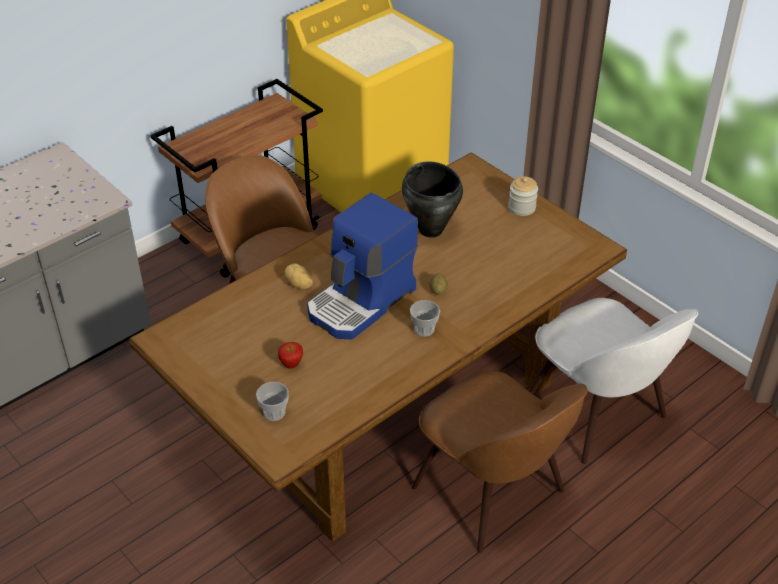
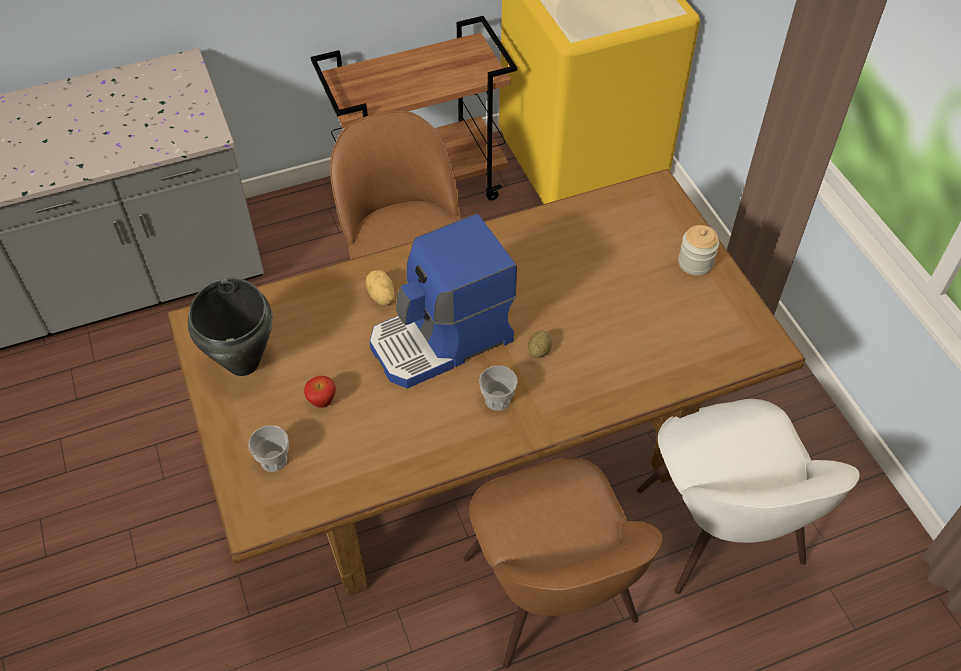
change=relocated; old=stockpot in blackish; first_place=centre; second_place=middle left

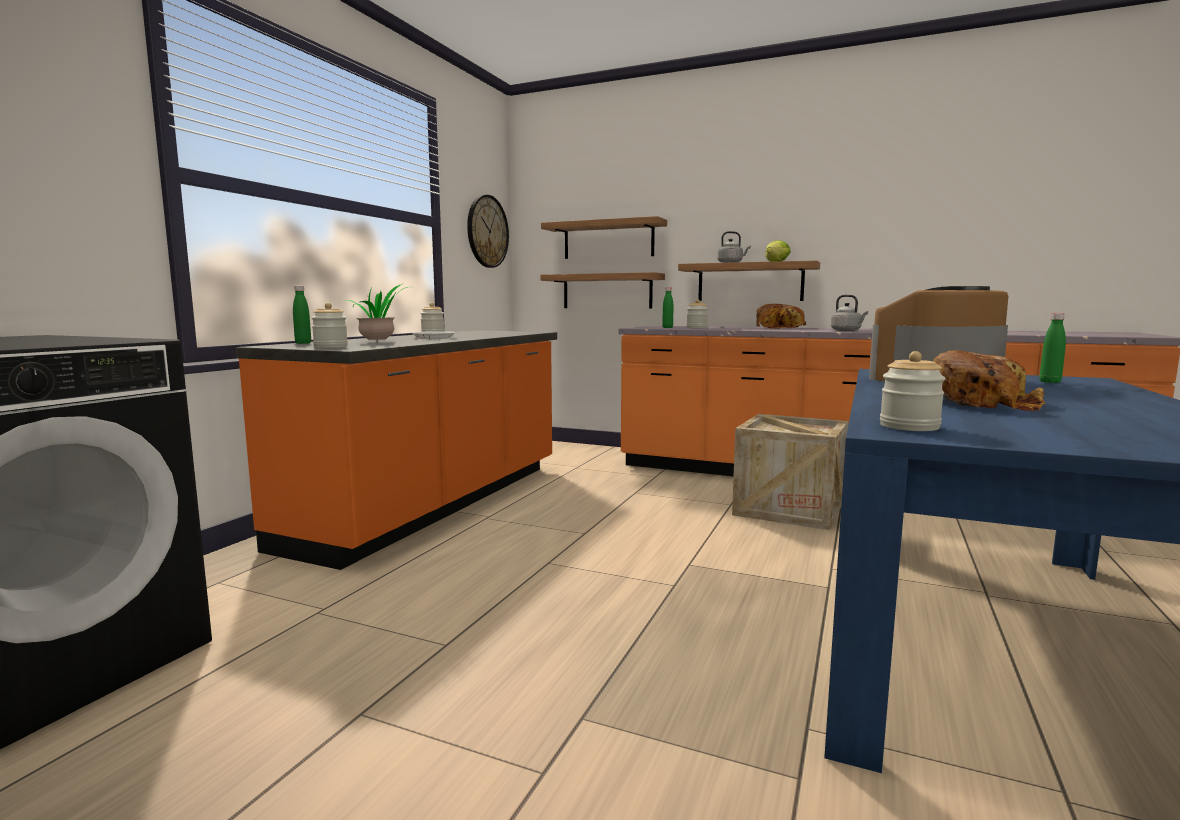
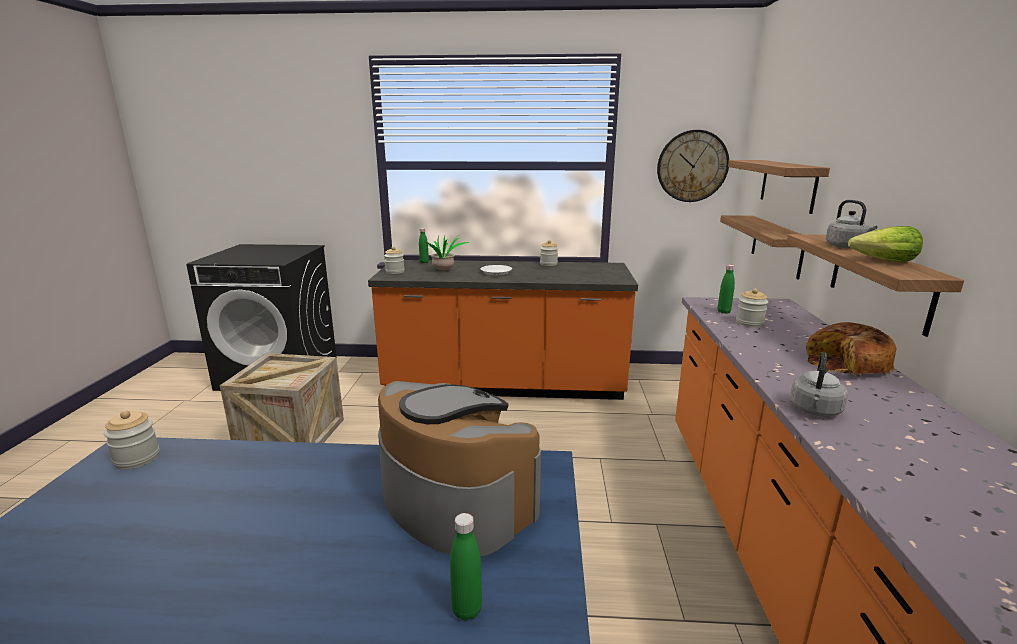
change=relocated; old=shipping crate; first_place=middle right; second_place=middle left
change=missing; old=baked bread (no. 2 from left); first_place=middle right

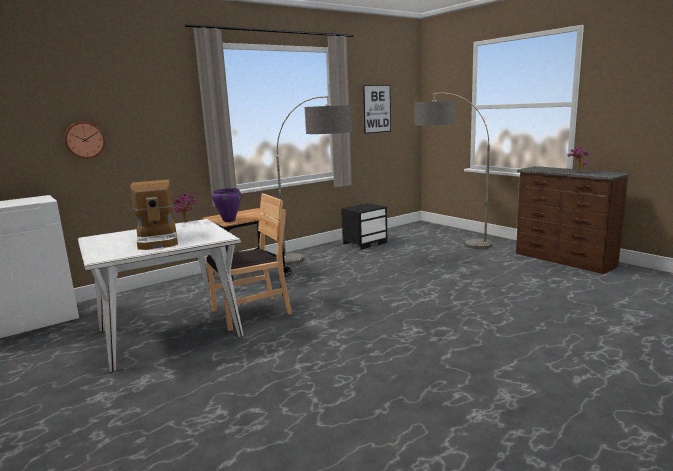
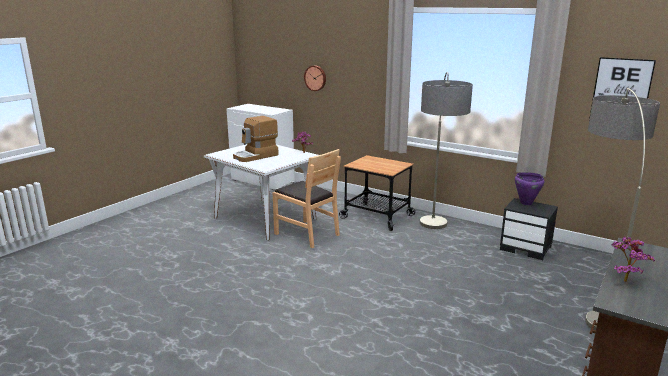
change=relocated; old=stockpot in purple; first_place=centre; second_place=middle right

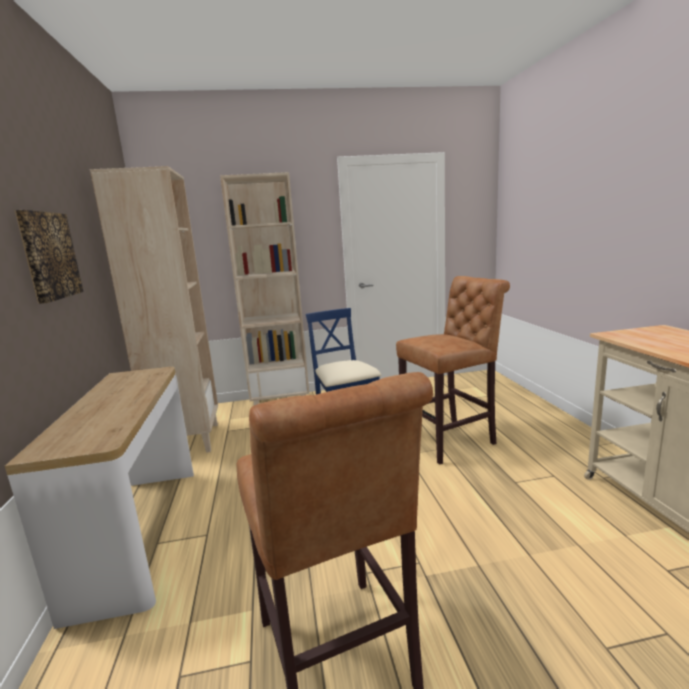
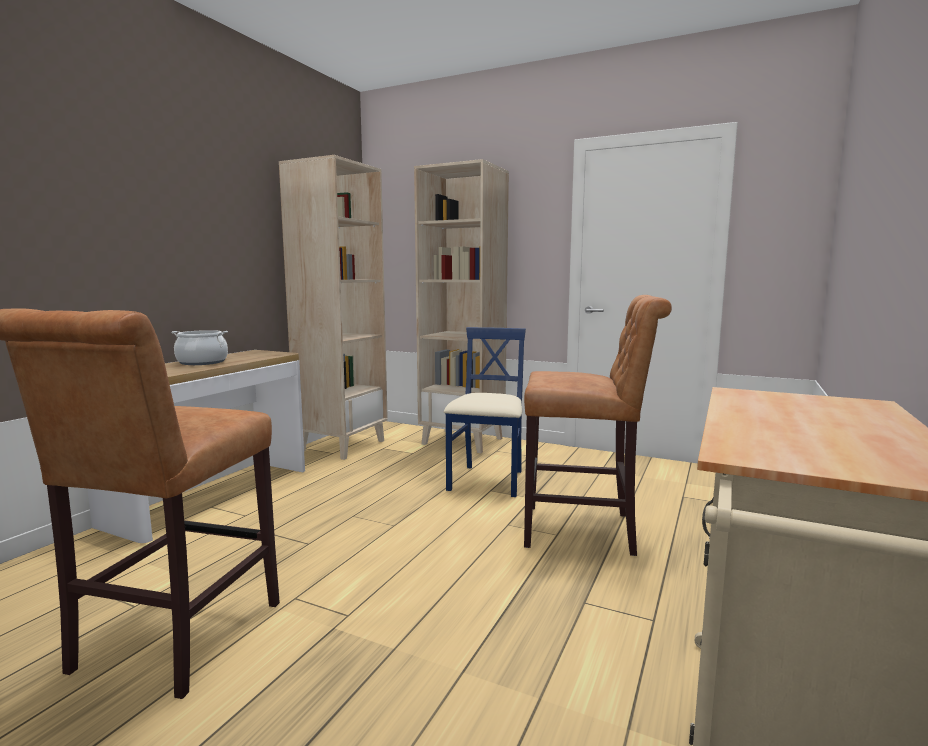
change=missing; old=picture; first_place=middle left
change=appeared; new=stockpot; second_place=middle left

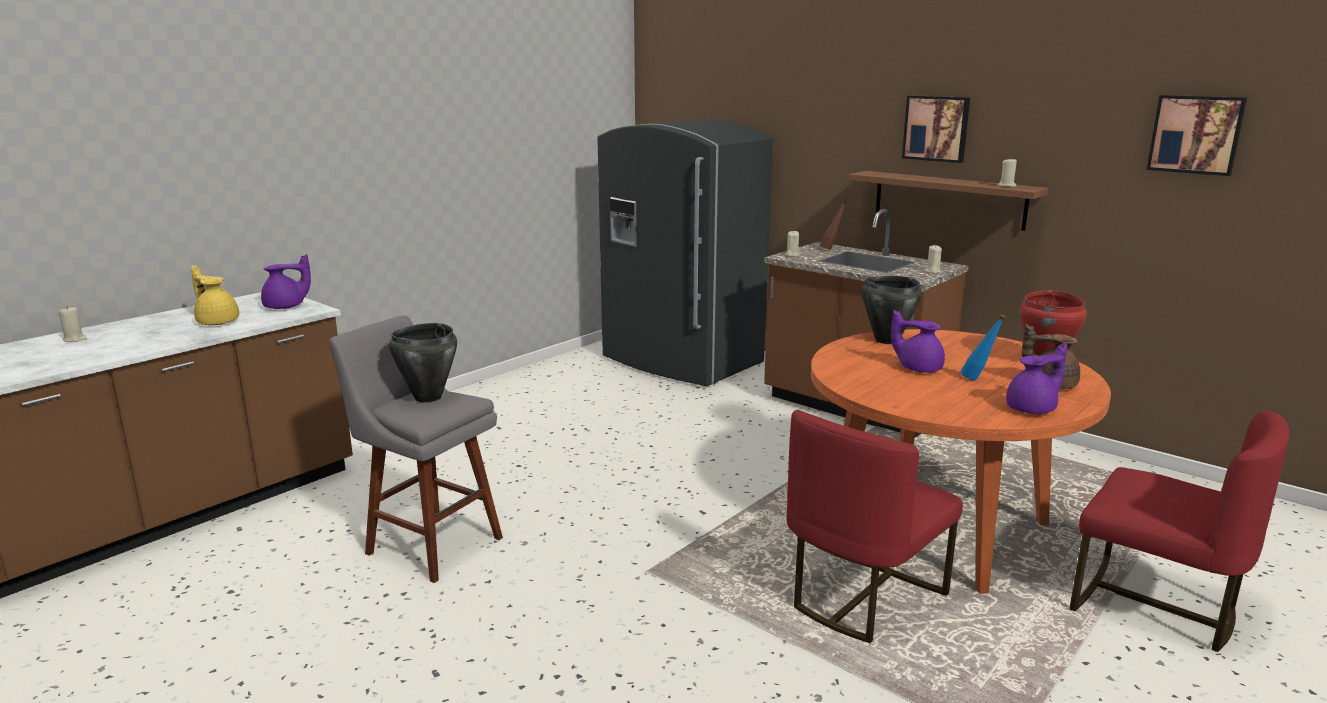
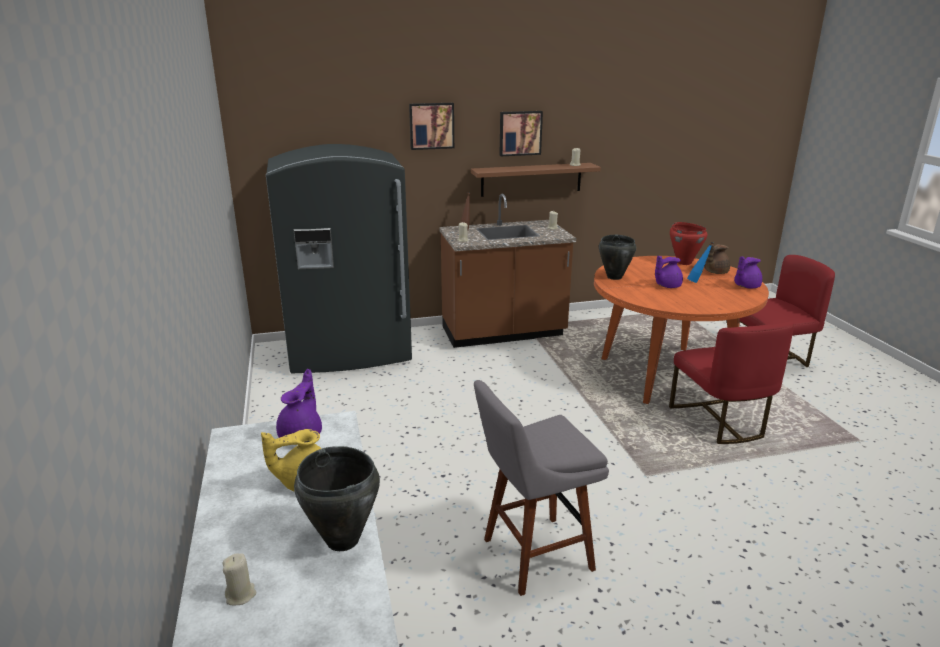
change=relocated; old=stockpot in blackish (no. 1 from left); first_place=middle left; second_place=bottom centre
change=spun; old=pot for tea in purple (no. 3 from left); first_place=middle right; second_place=middle right; degrees=-135
change=relocated; old=picture (no. 2 from left in the first image); new=picture (no. 1 from left); first_place=top right; second_place=top centre

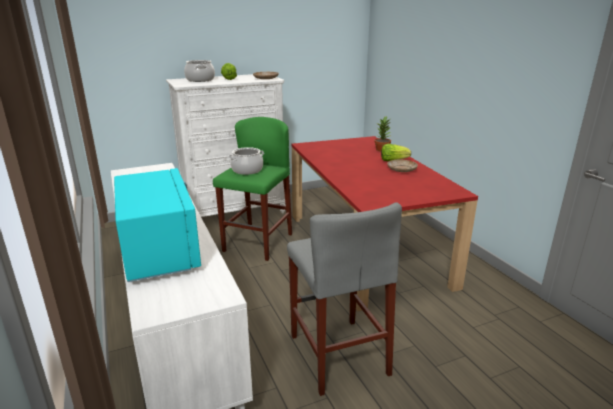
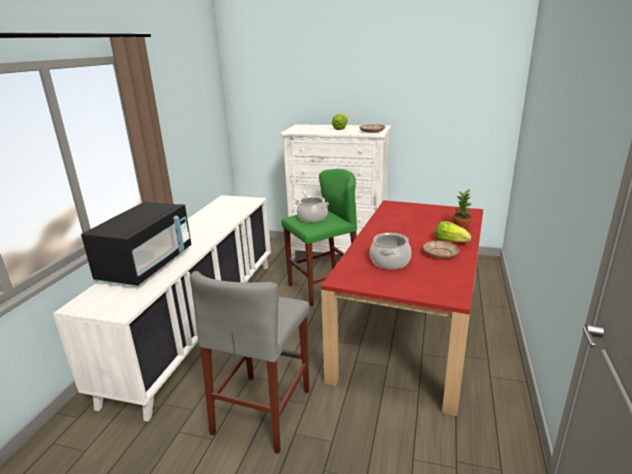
change=colour; old=microwave in blue-green; new=microwave in blackish; first_place=middle left; second_place=middle left
change=relocated; old=stockpot (no. 1 from left in the first image); new=stockpot (no. 2 from left); first_place=top left; second_place=centre

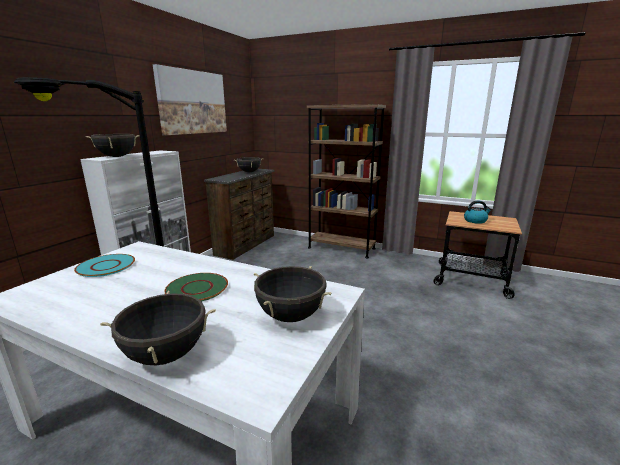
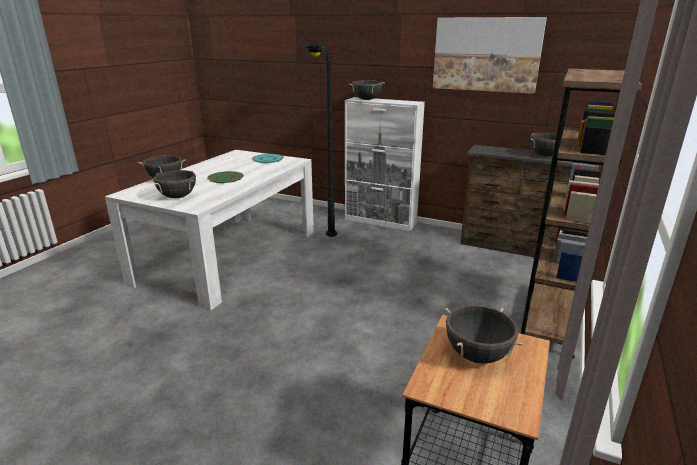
change=exchanged; old=kettle; new=stockpot in blackish (no. 4 from left); first_place=middle right; second_place=bottom right

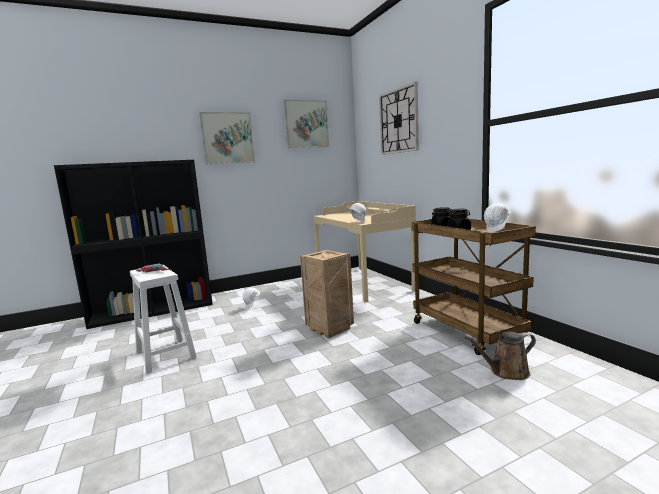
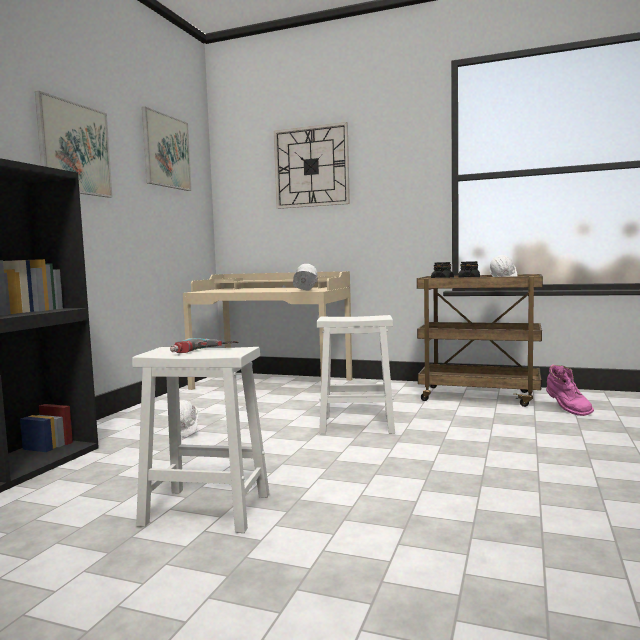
change=exchanged; old=shipping crate; new=sitting stool in whitish (no. 2 from left); first_place=centre; second_place=centre
change=exchanged; old=watering can in brownish; new=high-top boot in pink; first_place=bottom right; second_place=middle right

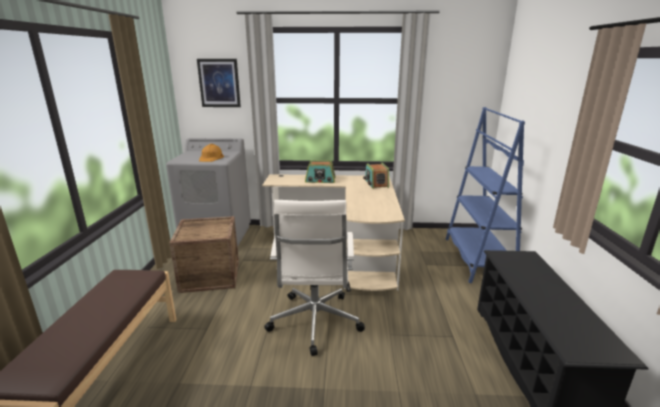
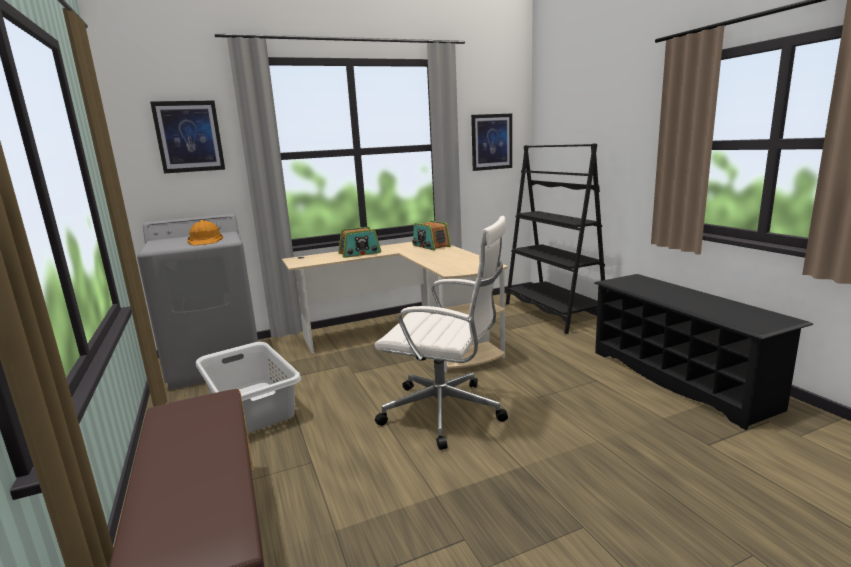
change=exchanged; old=shipping crate; new=laundry basket in grey; first_place=middle left; second_place=bottom left
change=spun; old=desk chair in whitish; first_place=bottom centre; second_place=centre; degrees=-45
change=colour; old=bookcase in blue; new=bookcase in blackish; first_place=middle right; second_place=centre
change=appeared; new=picture (no. 2 from left); second_place=top centre

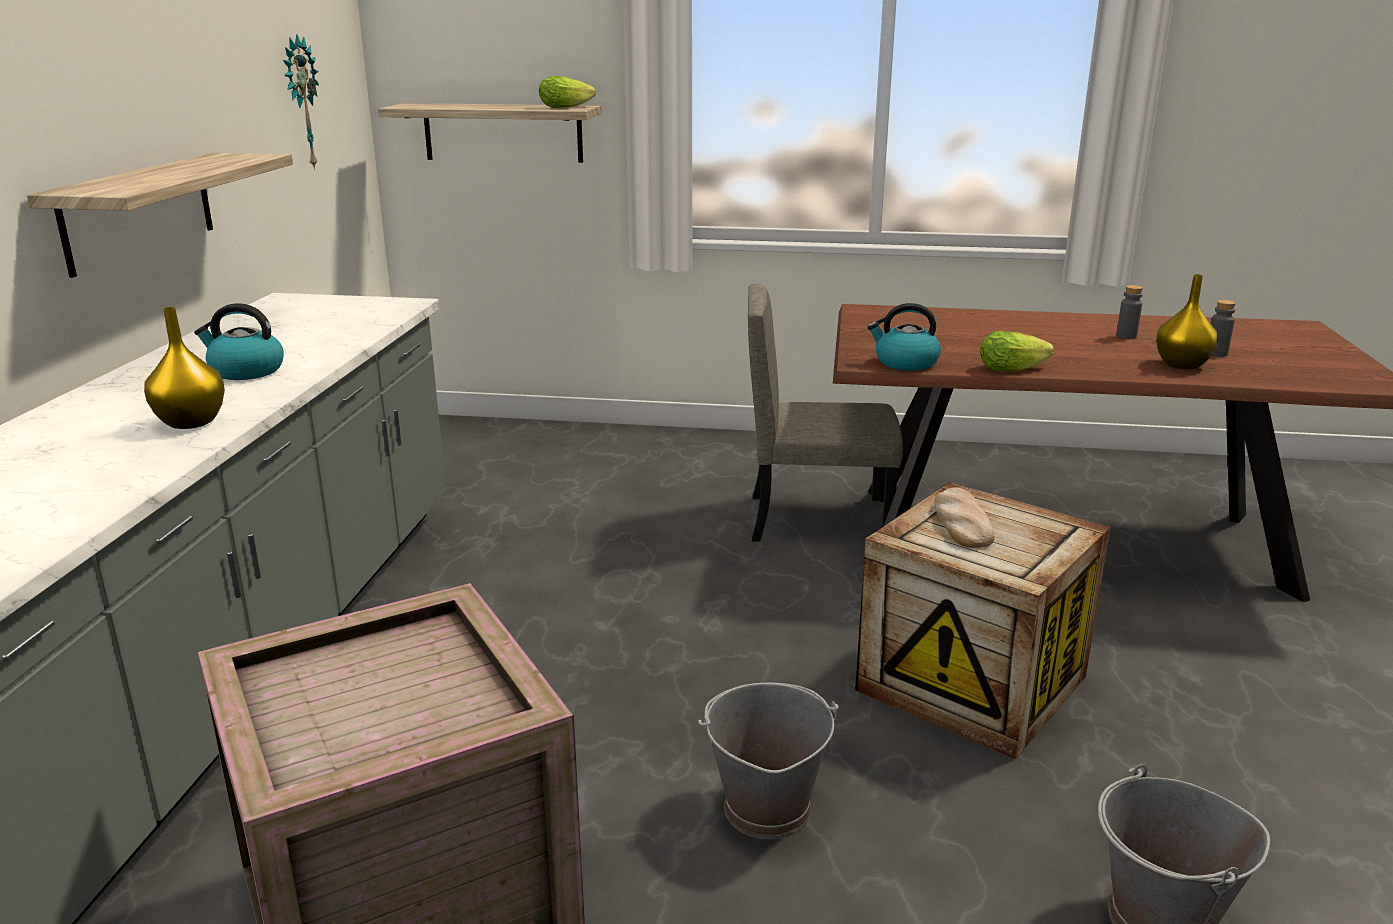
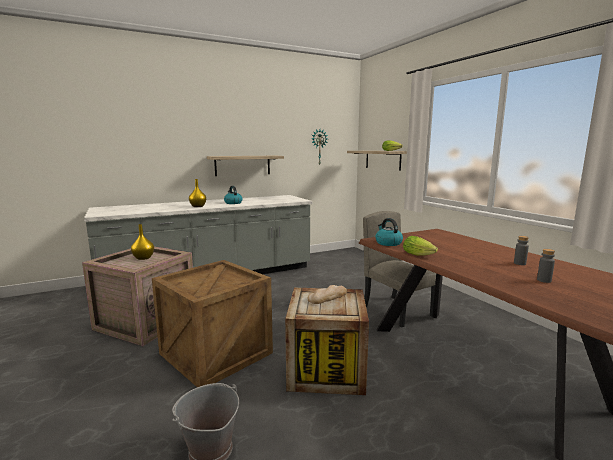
change=exchanged; old=pail in grey (no. 1 from left); new=shipping crate (no. 2 from left); first_place=bottom centre; second_place=bottom centre
change=relocated; old=flower vase in yellow-coloured (no. 2 from left in the first image); new=flower vase in yellow-coloured (no. 1 from left); first_place=middle right; second_place=middle left

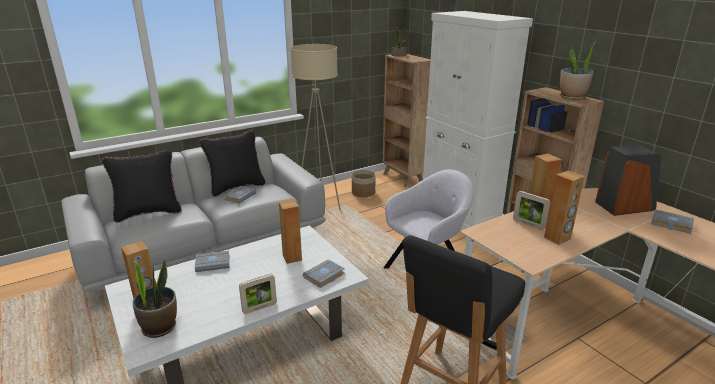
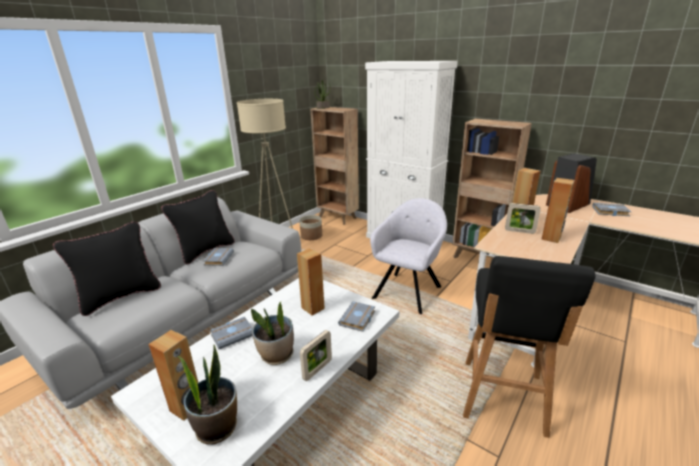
change=relocated; old=potted plant (no. 3 from left in the first image); new=potted plant (no. 2 from left); first_place=top right; second_place=bottom centre

